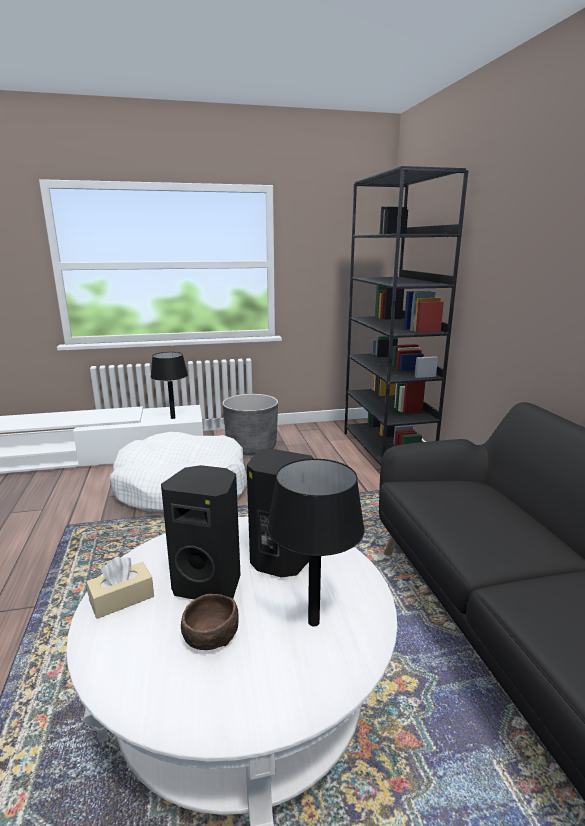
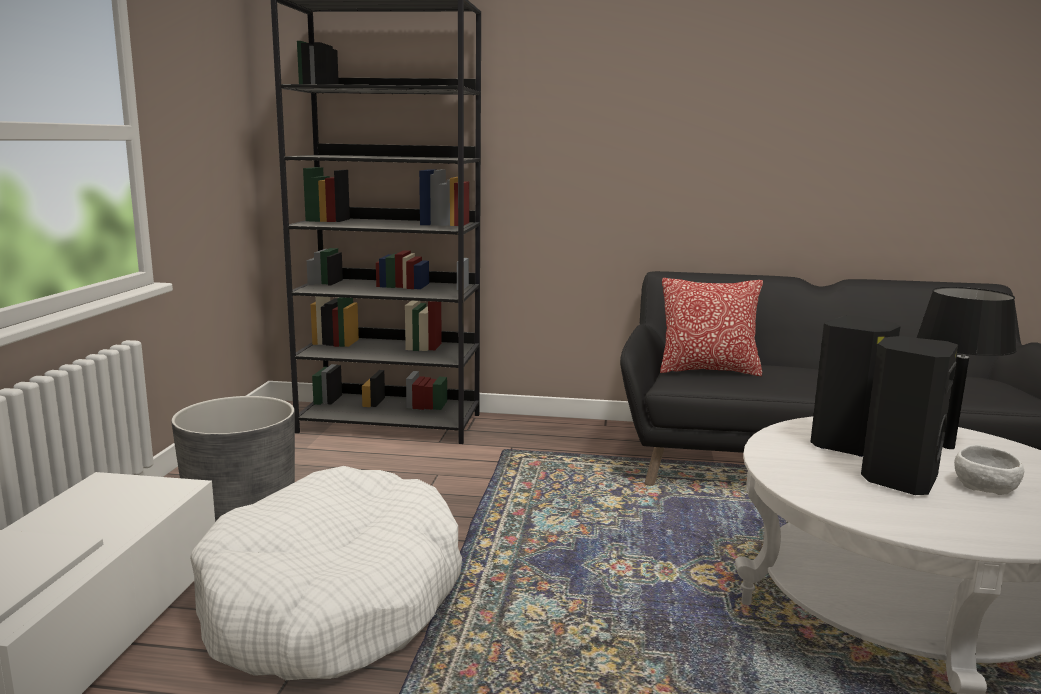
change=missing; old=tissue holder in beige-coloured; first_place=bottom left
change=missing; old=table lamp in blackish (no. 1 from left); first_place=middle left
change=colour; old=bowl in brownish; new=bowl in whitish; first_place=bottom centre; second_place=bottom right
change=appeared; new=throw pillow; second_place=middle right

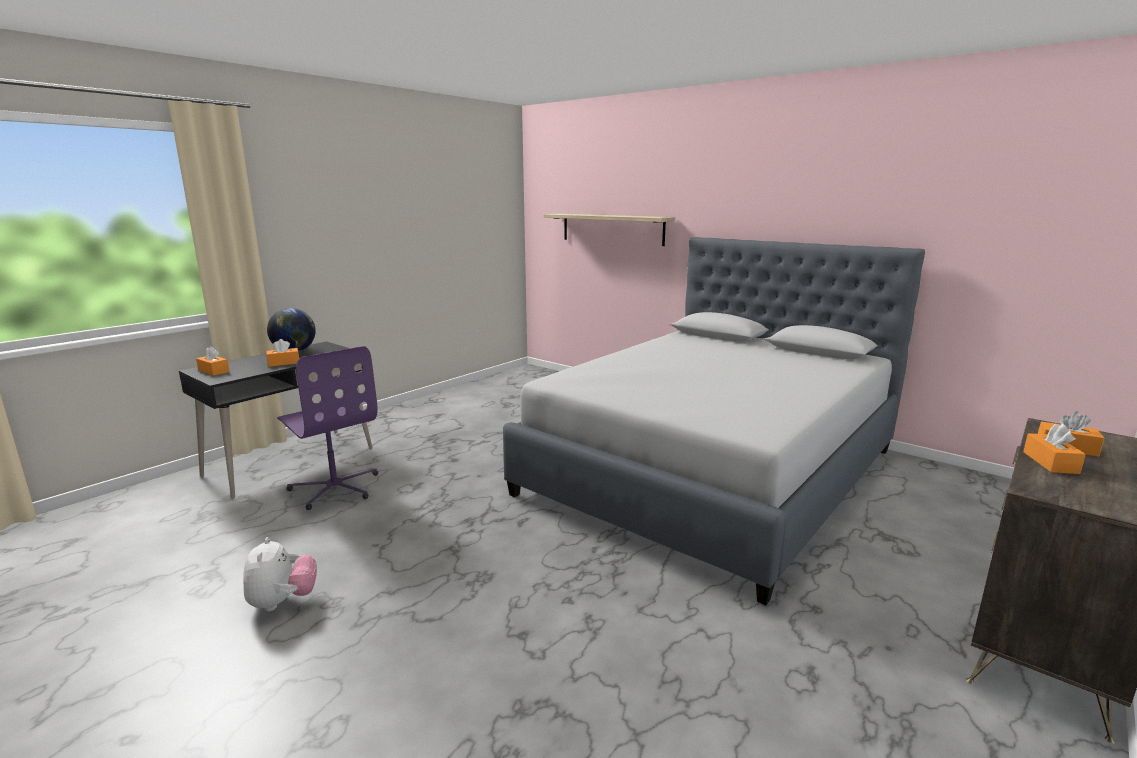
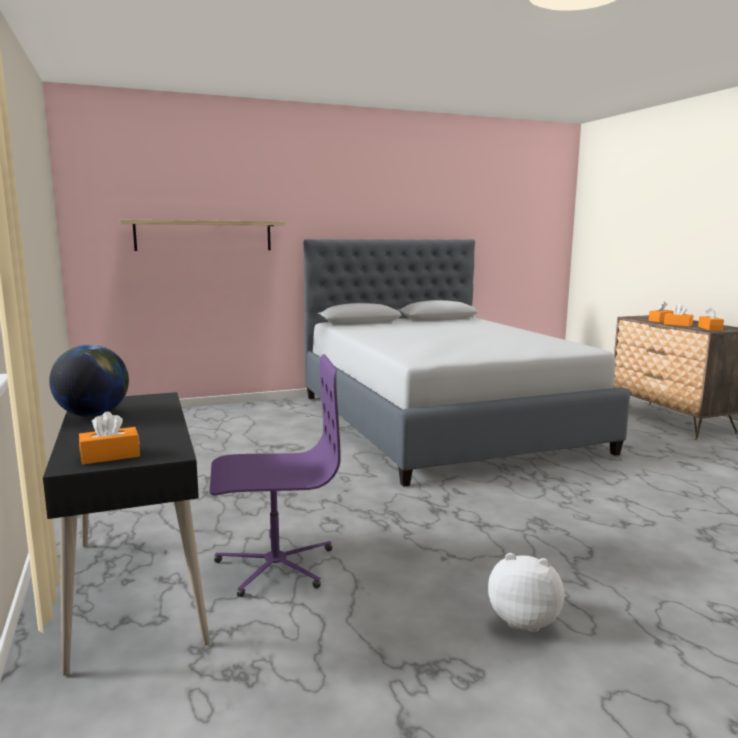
change=relocated; old=tissue holder in orange-coloured (no. 2 from left in the first image); new=tissue holder in orange-coloured (no. 4 from left); first_place=middle left; second_place=middle right

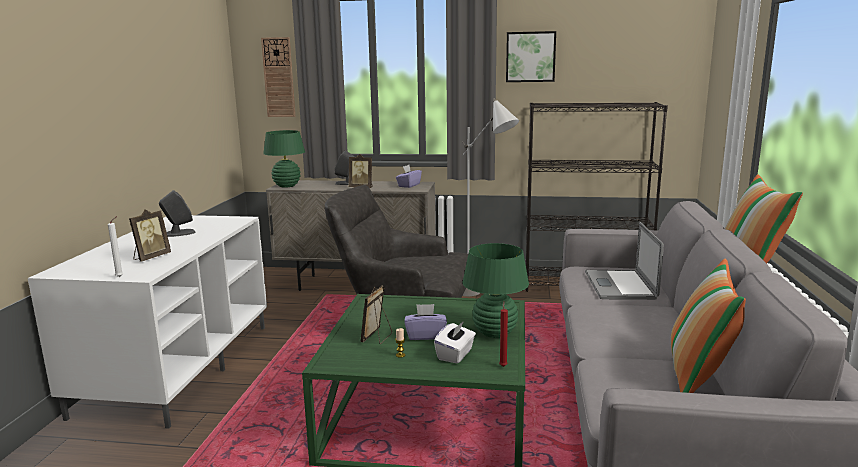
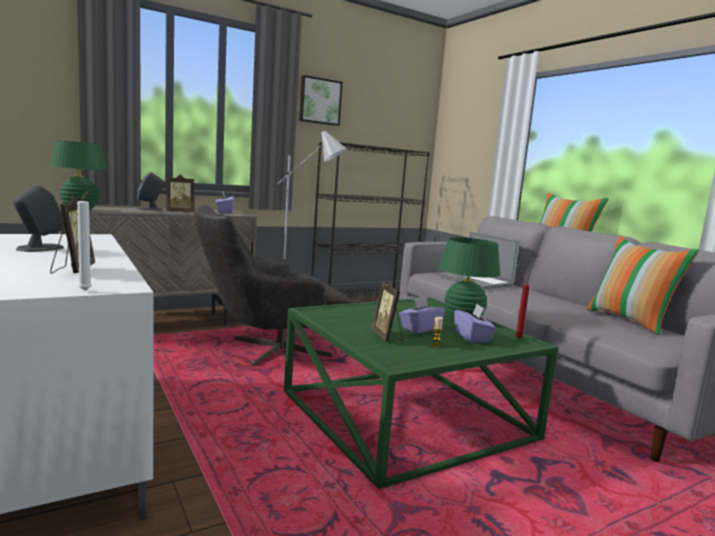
change=missing; old=wall clock; first_place=top left
change=colour; old=tissue holder in whitish; new=tissue holder in purple (no. 3 from left); first_place=bottom centre; second_place=centre

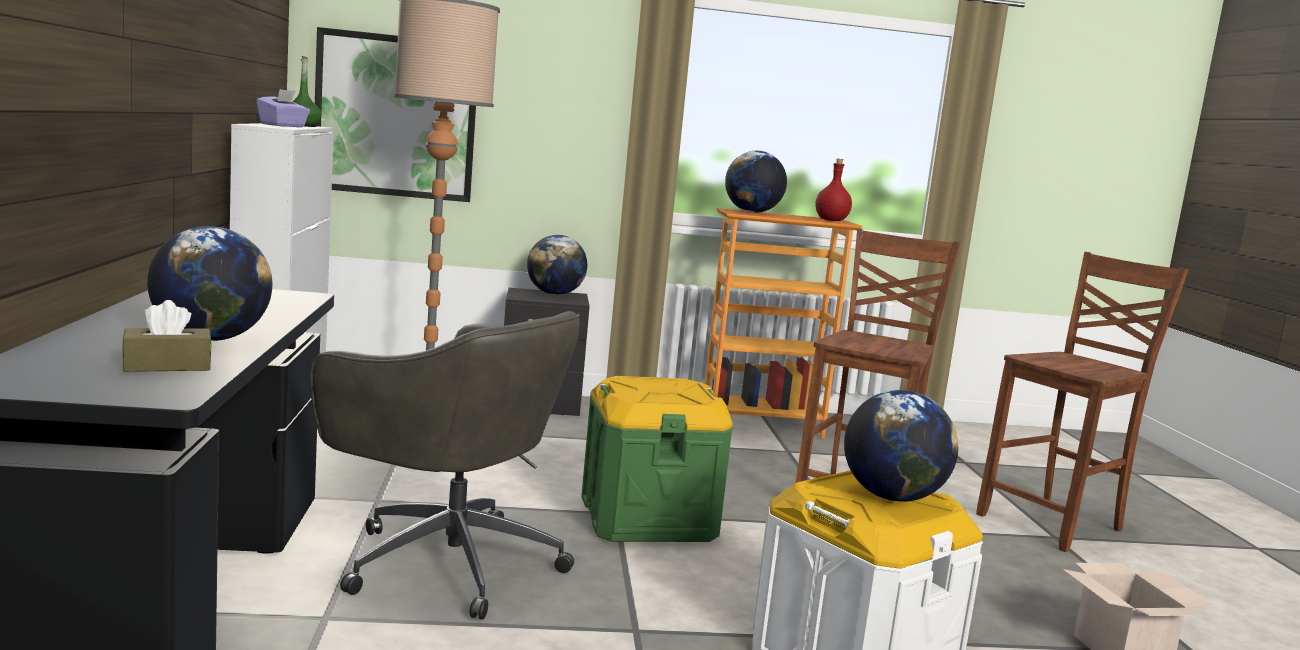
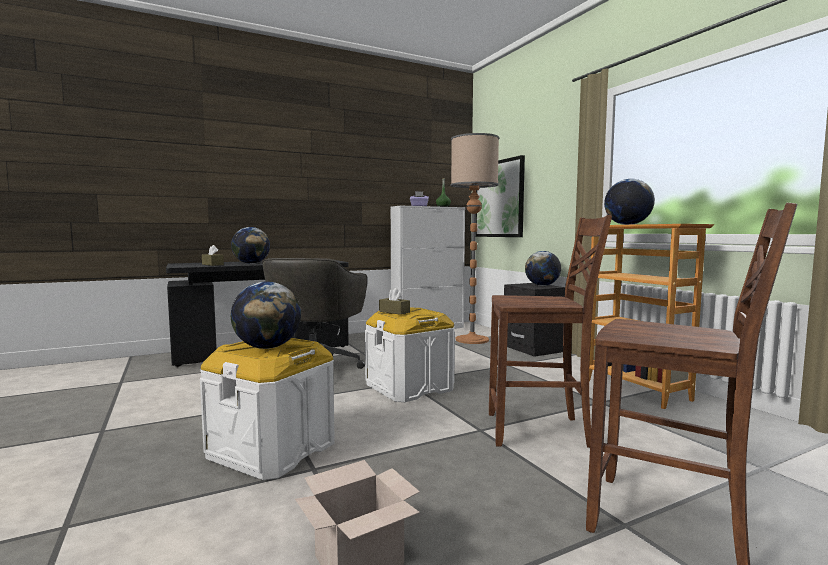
change=colour; old=storage bin in green-coloured; new=storage bin in whitish (no. 2 from left); first_place=bottom centre; second_place=centre
change=missing; old=drink bottle in reddish; first_place=top centre
change=appeared; new=tissue holder in brownish (no. 2 from left); second_place=centre

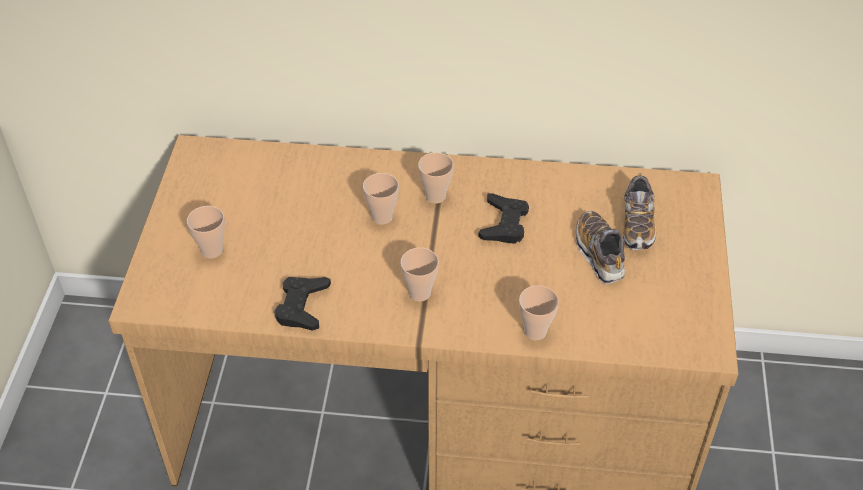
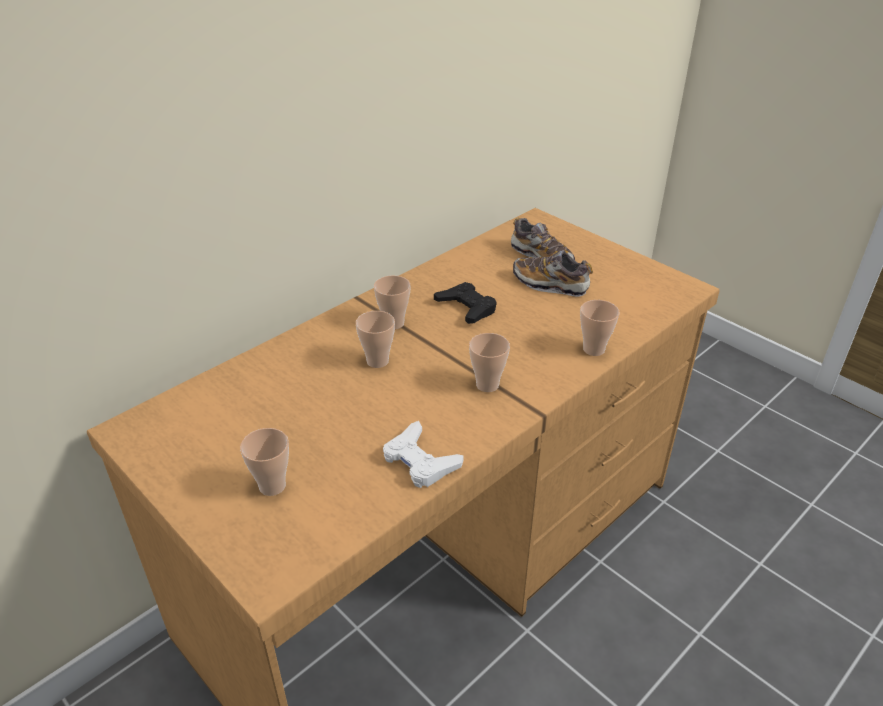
change=colour; old=gamepad in blackish (no. 1 from left); new=gamepad in whitish; first_place=centre; second_place=centre

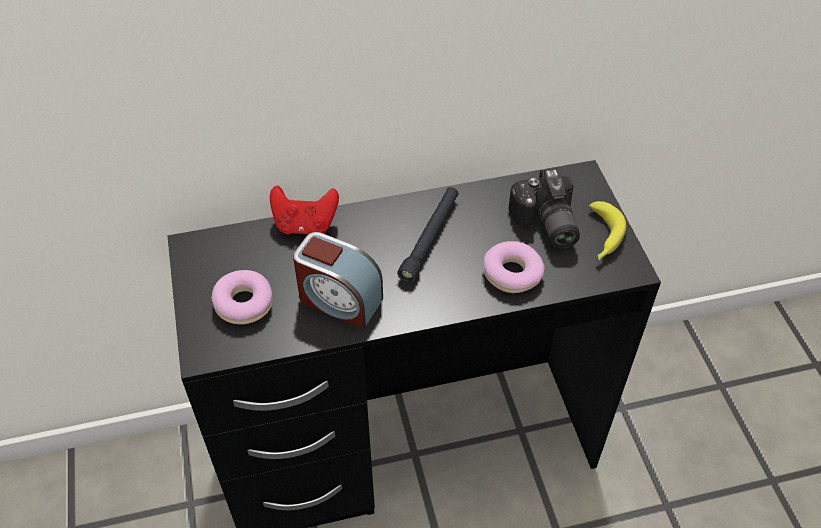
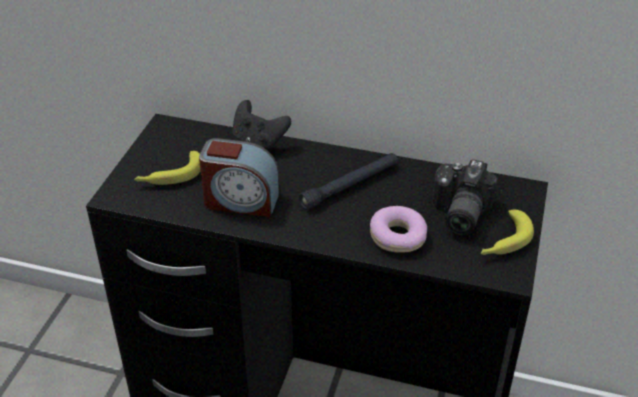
change=exchanged; old=donut (no. 1 from left); new=whole banana (no. 1 from left); first_place=middle left; second_place=middle left
change=colour; old=gamepad in reddish; new=gamepad in blackish; first_place=centre; second_place=top centre
change=spun; old=alarm clock; first_place=centre; second_place=centre; degrees=-45

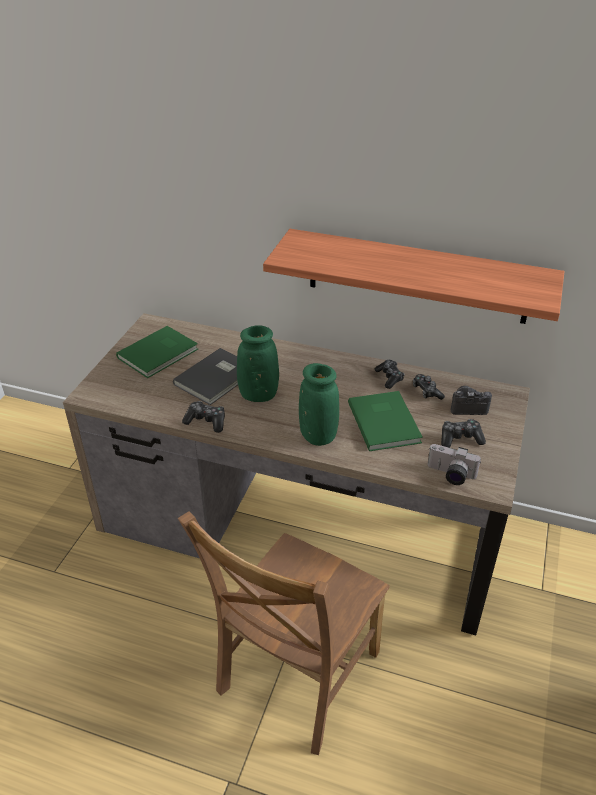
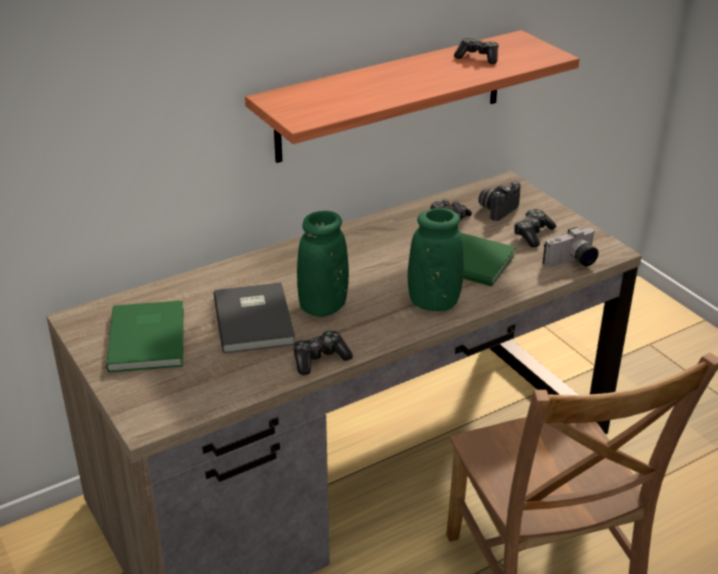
change=relocated; old=gamepad (no. 2 from left in the first image); new=gamepad (no. 3 from left); first_place=centre; second_place=top centre

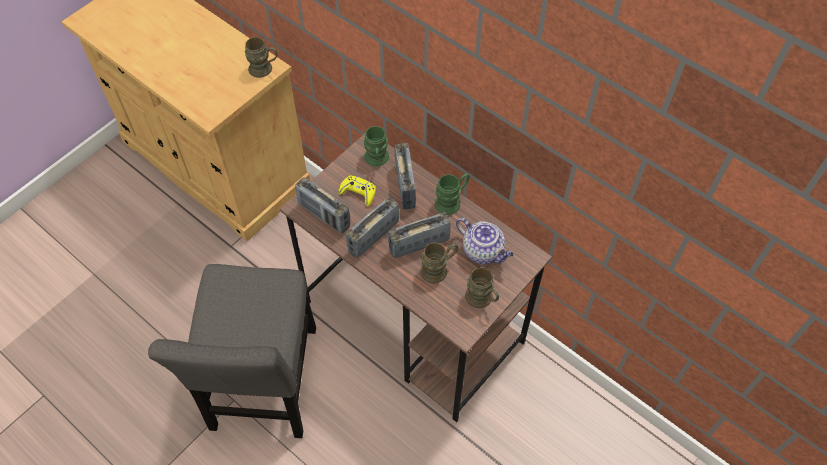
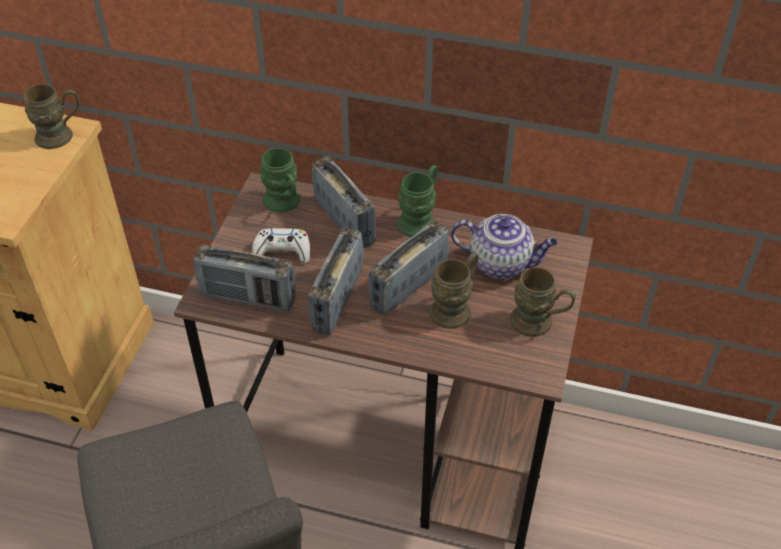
change=colour; old=gamepad in yellow-coloured; new=gamepad in whitish; first_place=centre; second_place=centre

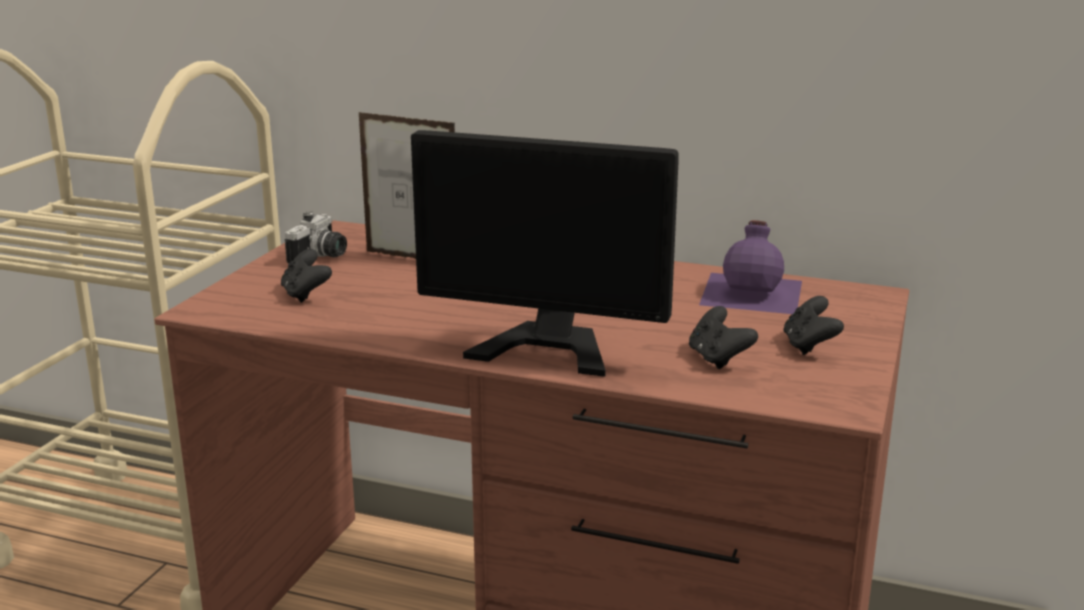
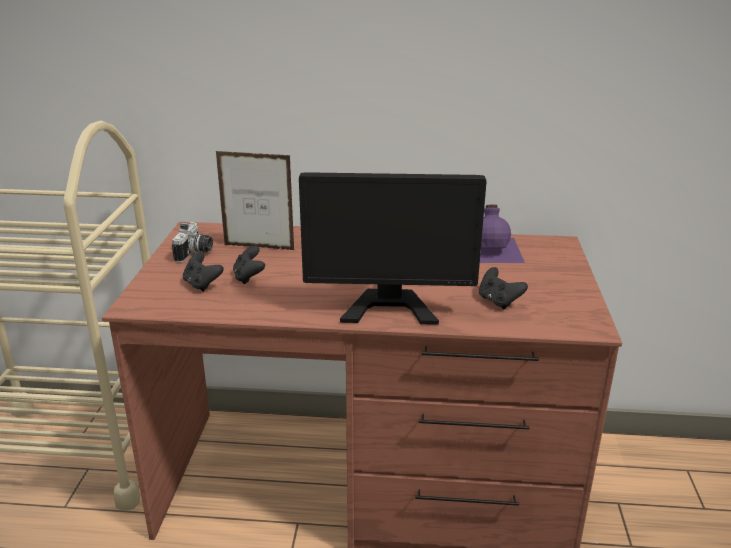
change=relocated; old=gamepad in blackish (no. 3 from left in the first image); new=gamepad in blackish (no. 2 from left); first_place=middle right; second_place=centre

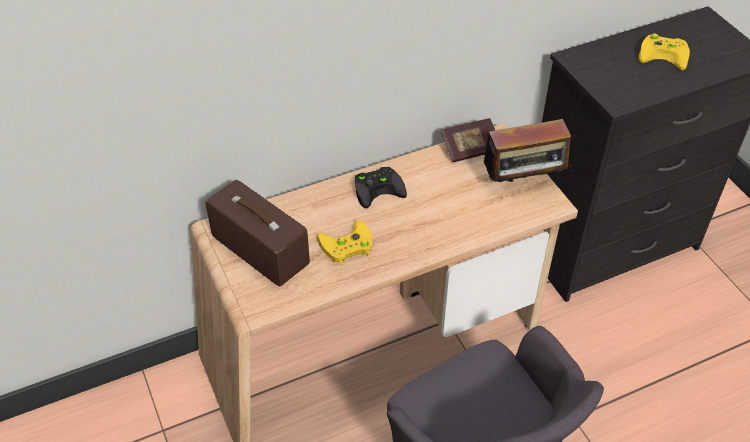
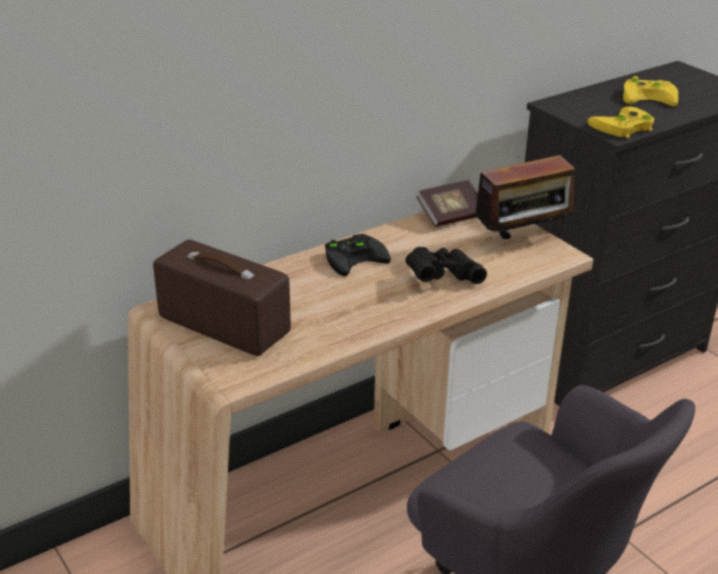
change=relocated; old=gamepad in yellow-coloured (no. 1 from left); first_place=centre; second_place=top right
change=appeared; new=binoculars in blackish; second_place=centre

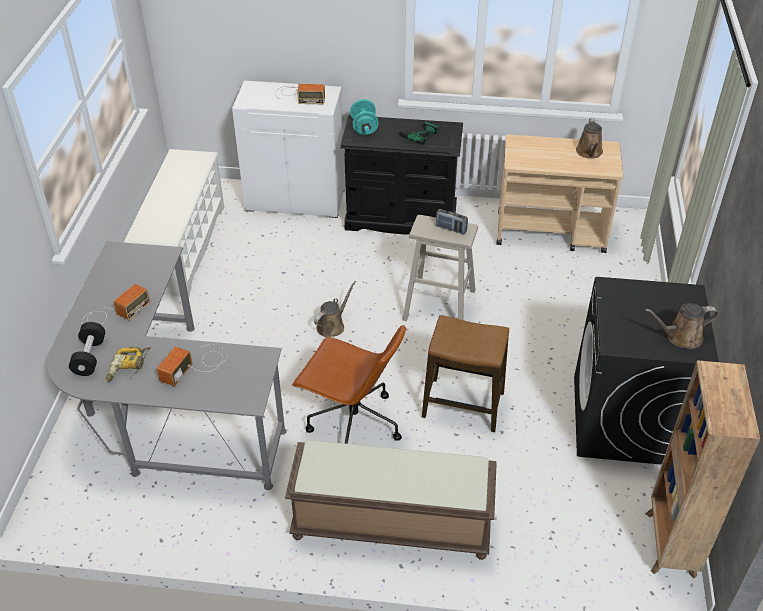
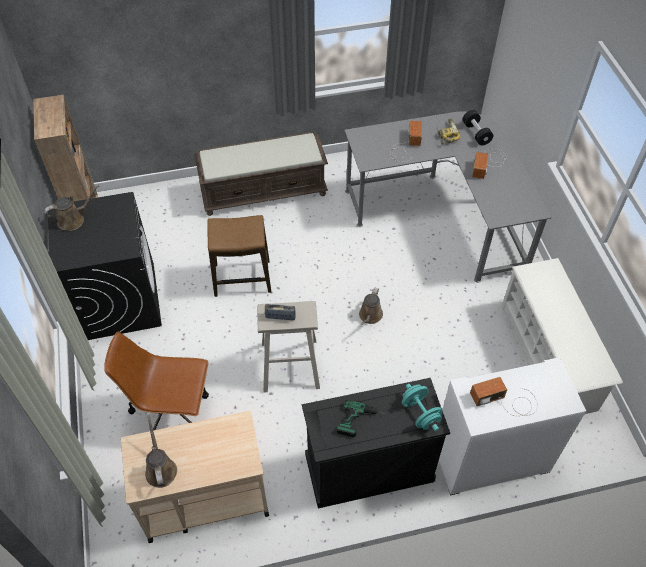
change=relocated; old=desk chair in brownish; first_place=centre; second_place=bottom left

